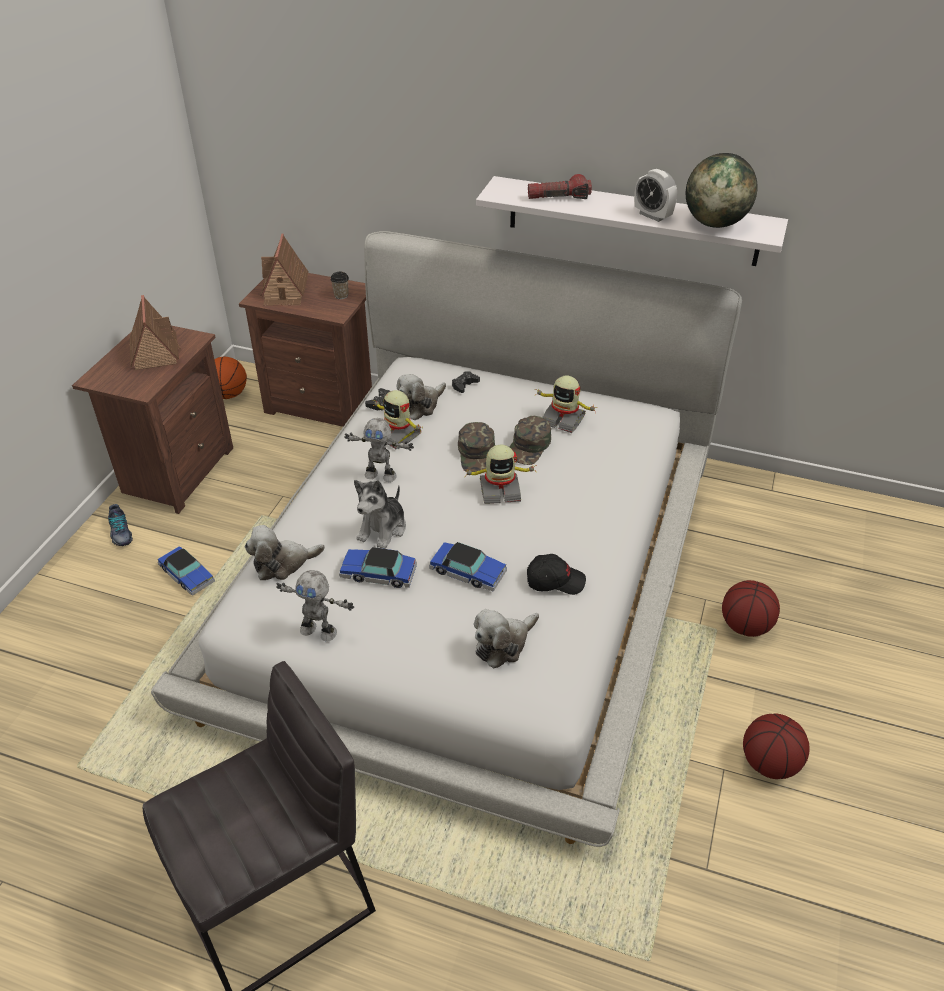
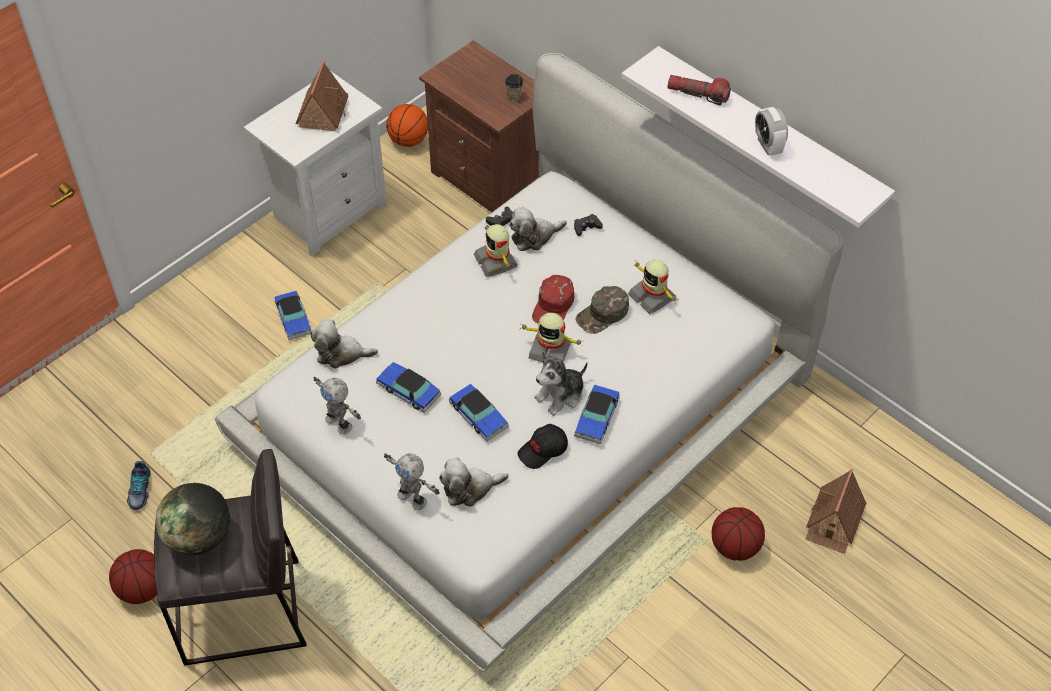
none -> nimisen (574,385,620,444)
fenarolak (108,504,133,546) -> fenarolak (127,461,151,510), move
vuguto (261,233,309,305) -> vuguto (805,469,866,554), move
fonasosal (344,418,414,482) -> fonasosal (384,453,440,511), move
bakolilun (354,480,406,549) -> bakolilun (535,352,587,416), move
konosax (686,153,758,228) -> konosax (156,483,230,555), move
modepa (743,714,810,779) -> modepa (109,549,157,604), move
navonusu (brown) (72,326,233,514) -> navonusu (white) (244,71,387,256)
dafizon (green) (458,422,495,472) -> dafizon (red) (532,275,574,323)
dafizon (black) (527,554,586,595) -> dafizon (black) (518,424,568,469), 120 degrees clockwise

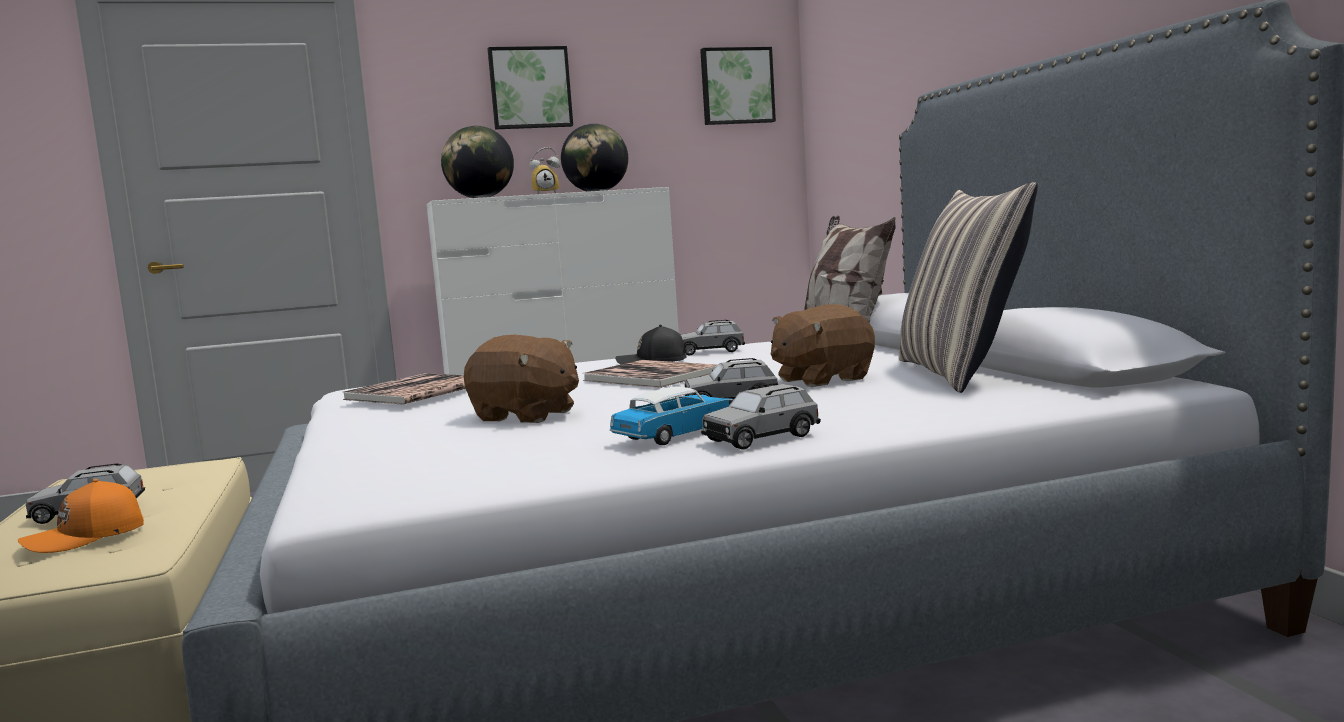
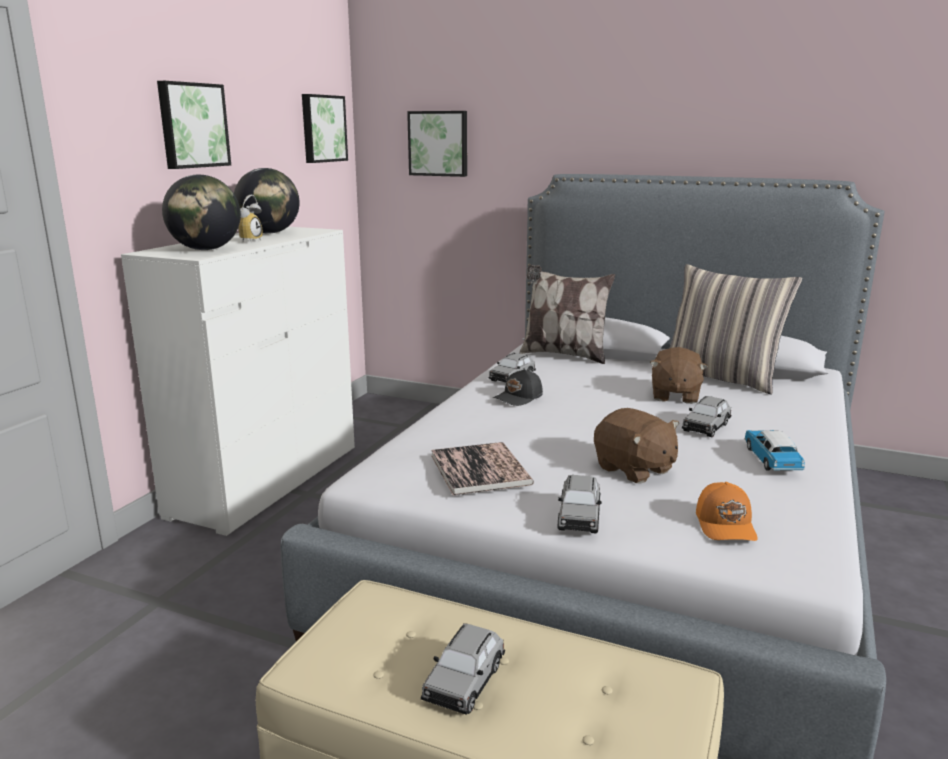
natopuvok (583,360,717,388) -> none
none -> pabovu (407,111,467,177)
dafizon (orange) (18,479,144,553) -> dafizon (orange) (696,482,758,541), move
nimisen (grey) (701,383,821,450) -> nimisen (grey) (557,475,602,534), move
bakolilun (brown) (464,335,579,423) -> bakolilun (brown) (594,408,679,484), 75 degrees clockwise

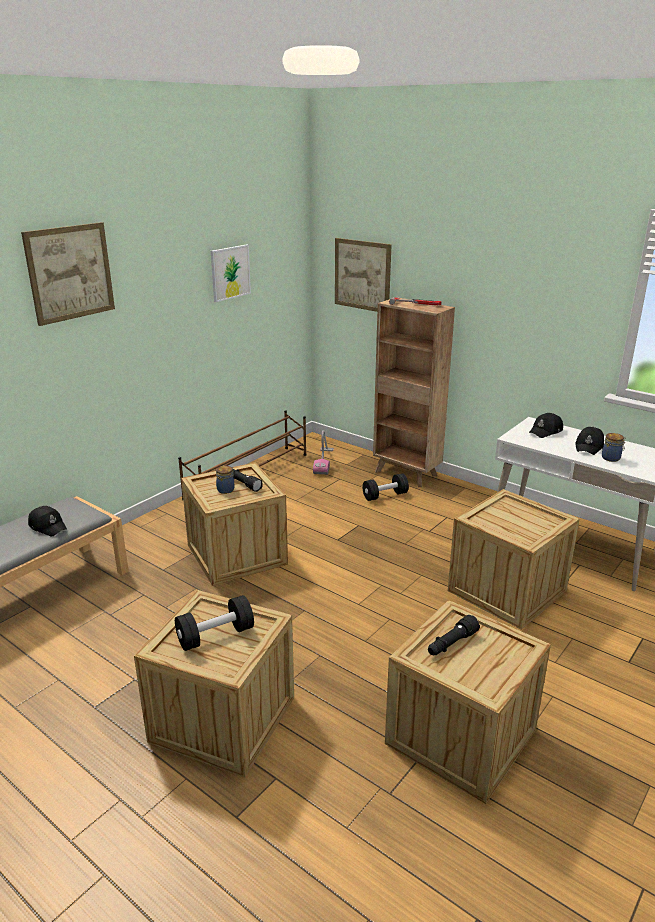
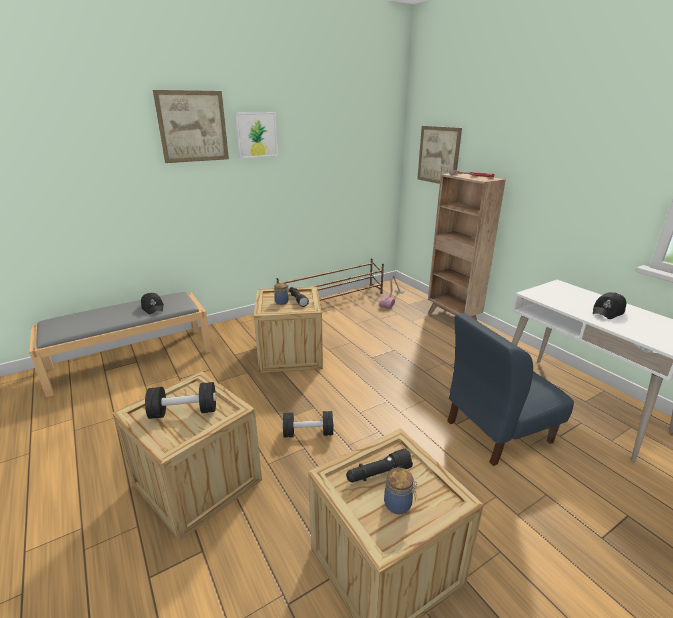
dafizon (black) (529,413,563,438) -> none
pabovu (211,244,251,302) -> pabovu (235,112,278,158), move
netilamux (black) (363,473,409,501) -> netilamux (black) (282,411,334,437), move
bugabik (602,433,626,462) -> bugabik (384,467,417,514), move
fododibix (448,489,579,630) -> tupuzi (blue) (447,313,574,466)

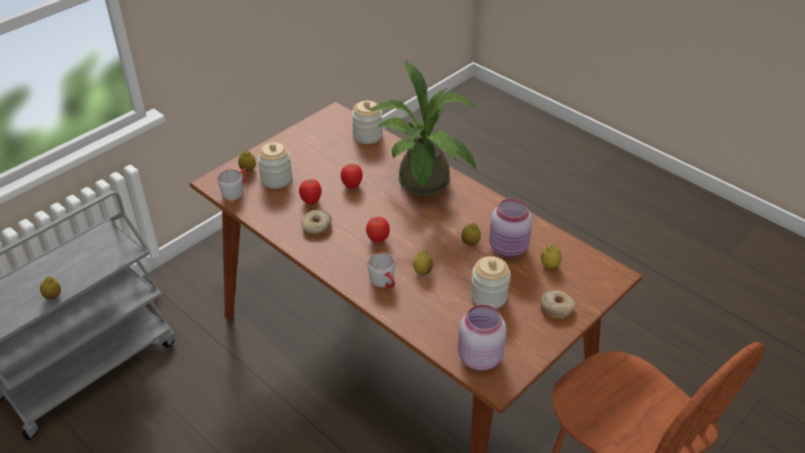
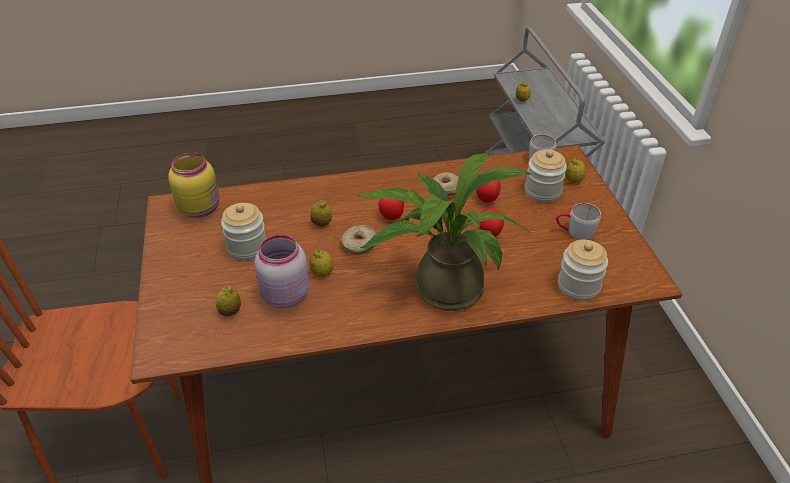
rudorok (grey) (368,253,395,288) -> rudorok (grey) (556,203,601,240), move
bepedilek (540,290,575,318) -> bepedilek (341,225,376,254), move
bugabik (pink) (458,304,507,371) -> bugabik (yellow) (168,152,220,218)

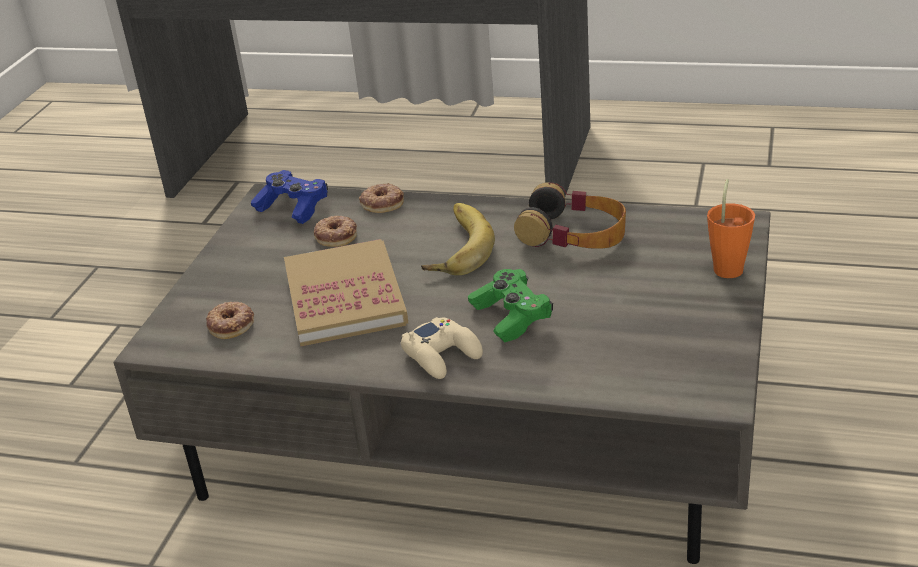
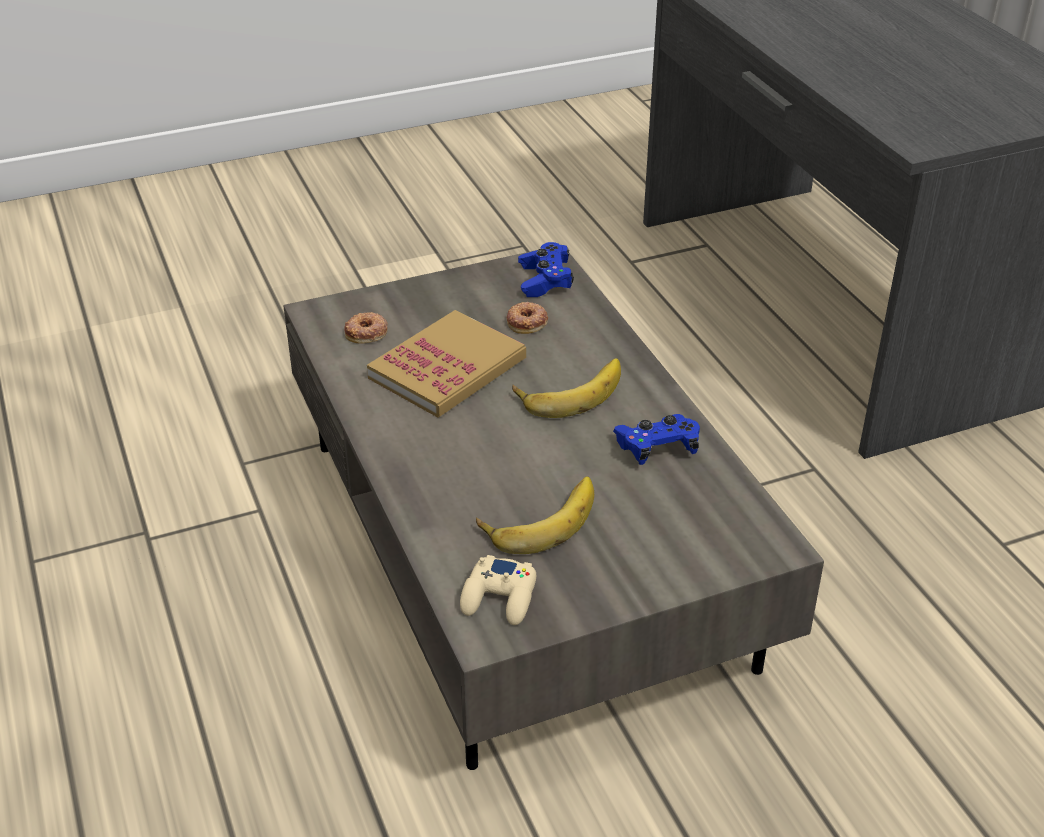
bepedilek (359,183,404,213) -> none
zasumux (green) (468,269,553,343) -> none
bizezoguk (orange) (707,179,755,278) -> none
none -> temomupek (476,476,594,554)
zasumux (beige) (401,317,483,379) -> zasumux (beige) (460,555,536,625), move
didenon (514,182,626,249) -> zasumux (blue) (613,414,700,465)

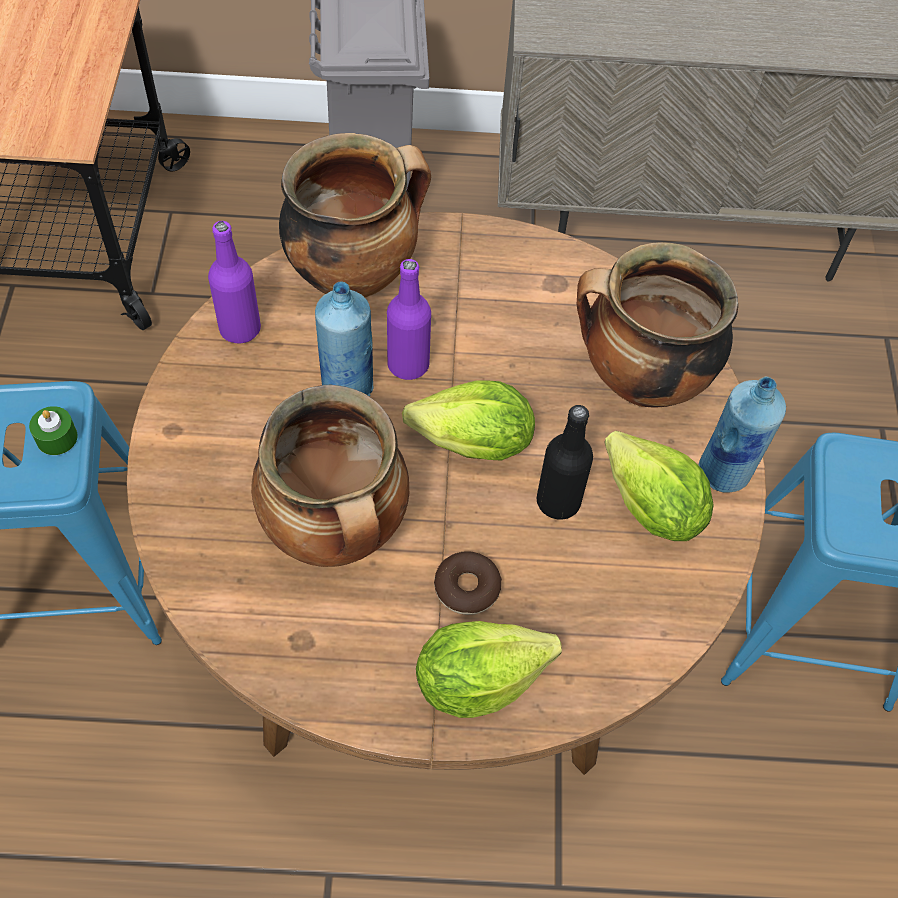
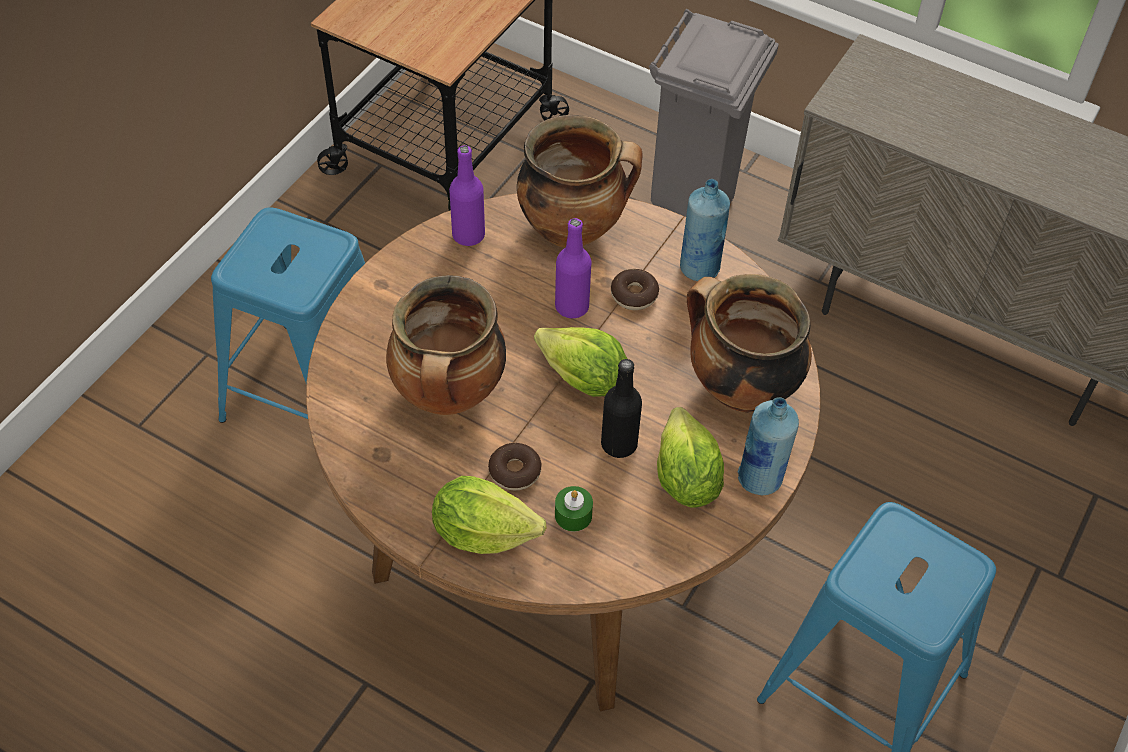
none -> bepedilek (611,269,659,310)
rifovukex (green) (29,406,78,455) -> rifovukex (green) (555,486,593,532), move
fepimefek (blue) (315,281,373,396) -> fepimefek (blue) (680,179,730,281), move

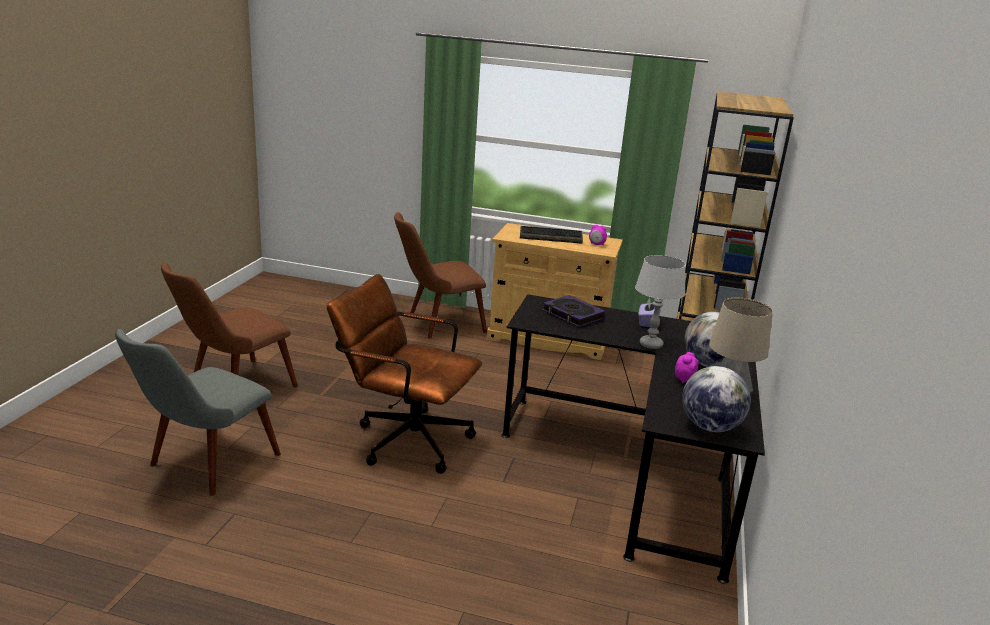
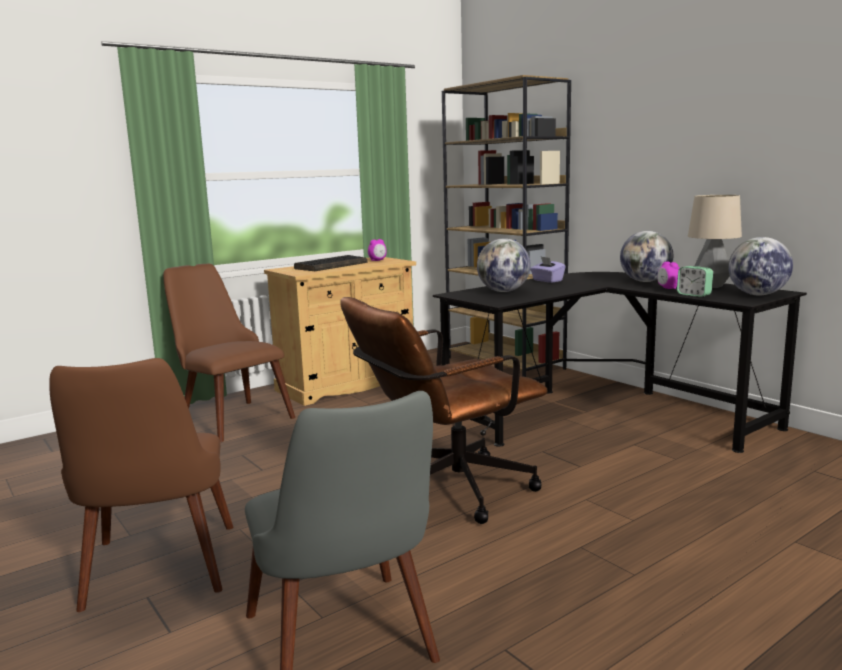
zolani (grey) (635,255,686,349) -> none
none -> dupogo (677,266,713,297)
natopuvok (542,295,605,328) -> konosax (477,238,531,292)
tupuzi (brown) (394,212,487,339) -> tupuzi (brown) (163,264,295,442), 120 degrees clockwise

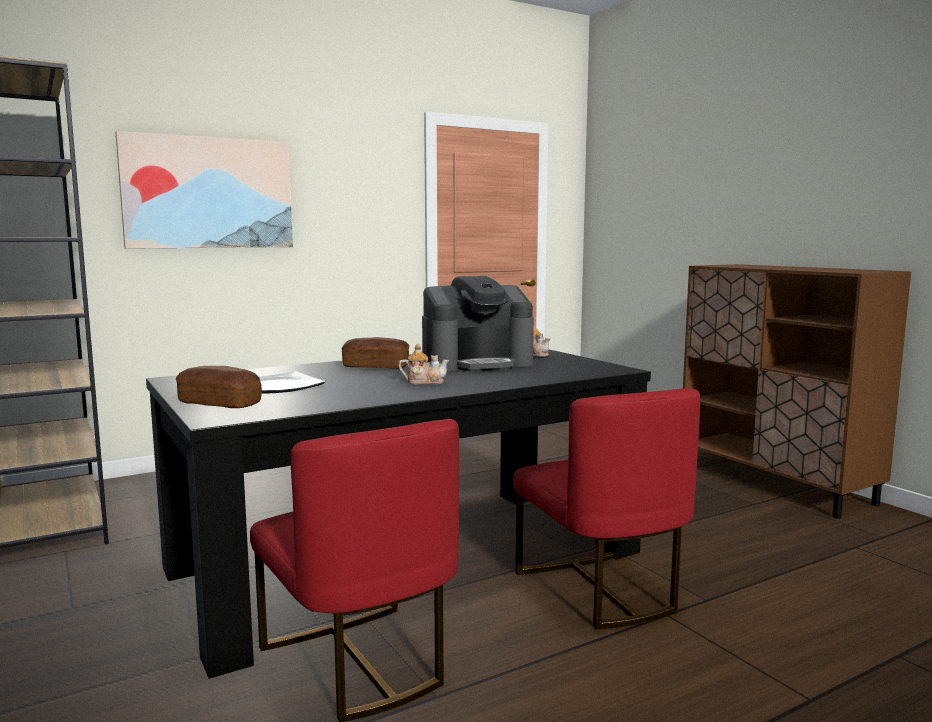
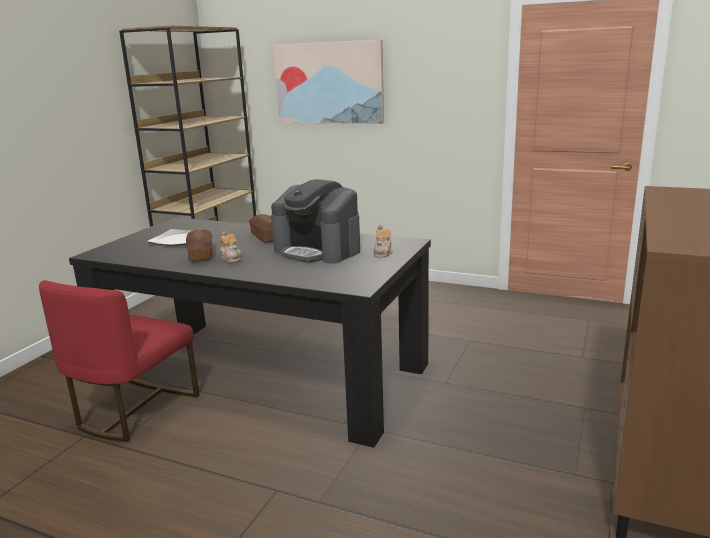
tupuzi (red) (513,388,700,629) -> none
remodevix (176,366,262,408) -> remodevix (186,230,213,262), move

